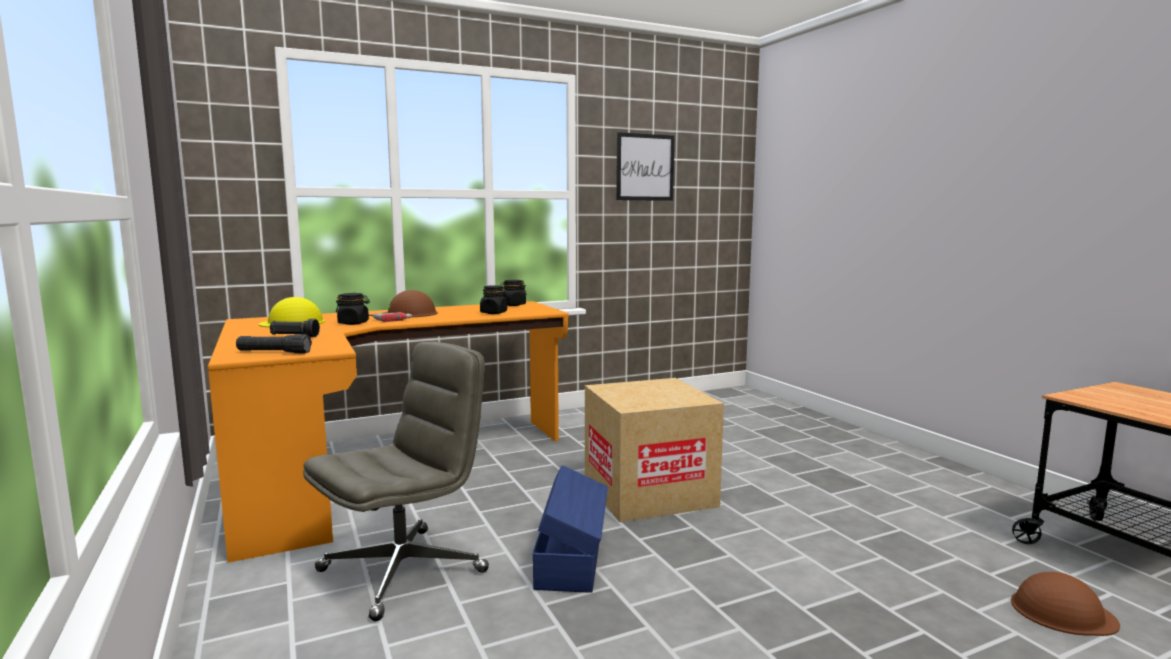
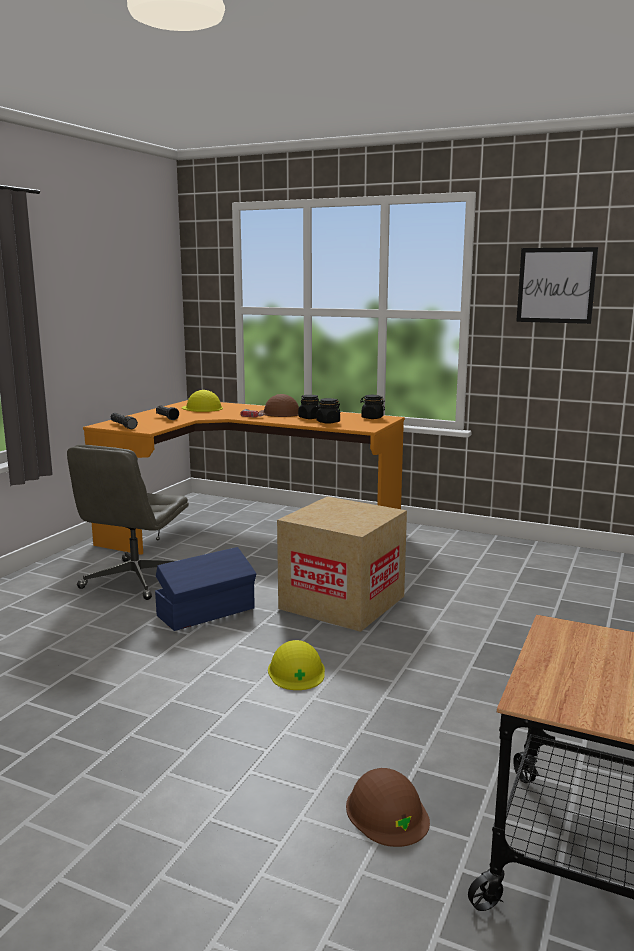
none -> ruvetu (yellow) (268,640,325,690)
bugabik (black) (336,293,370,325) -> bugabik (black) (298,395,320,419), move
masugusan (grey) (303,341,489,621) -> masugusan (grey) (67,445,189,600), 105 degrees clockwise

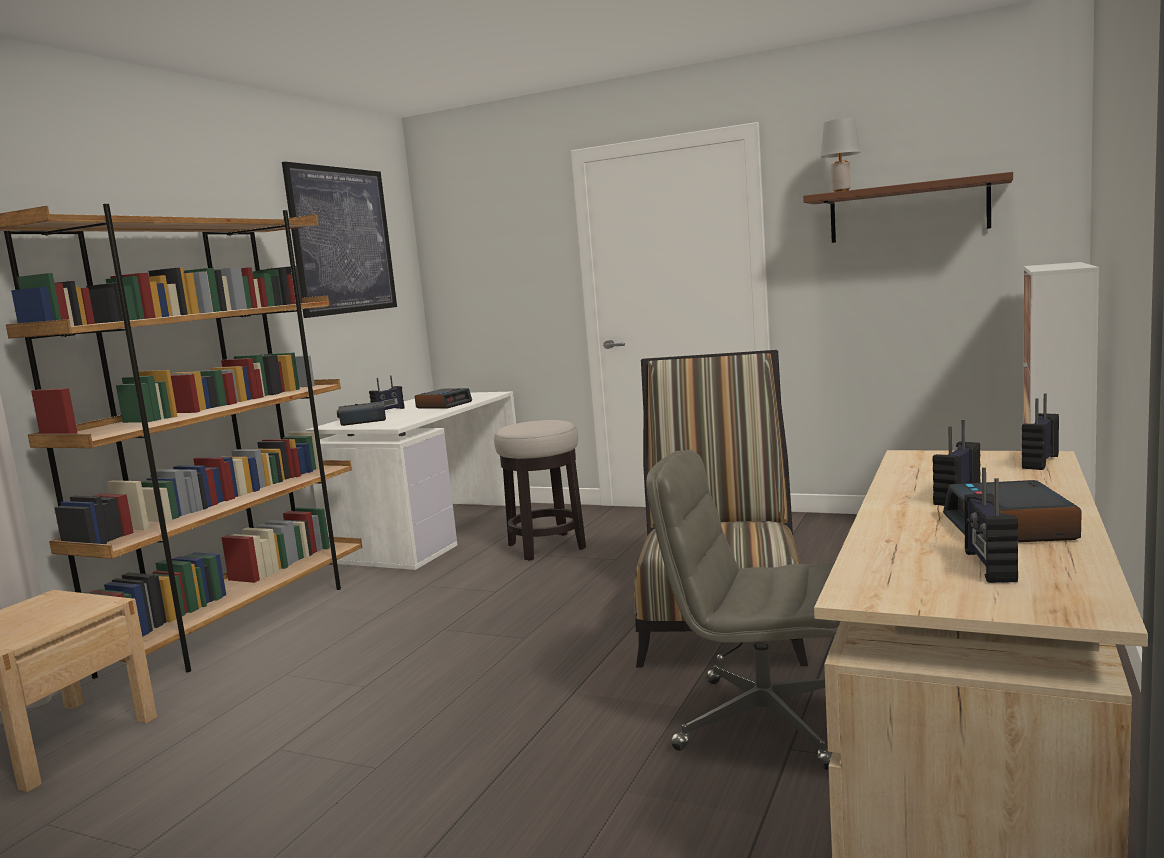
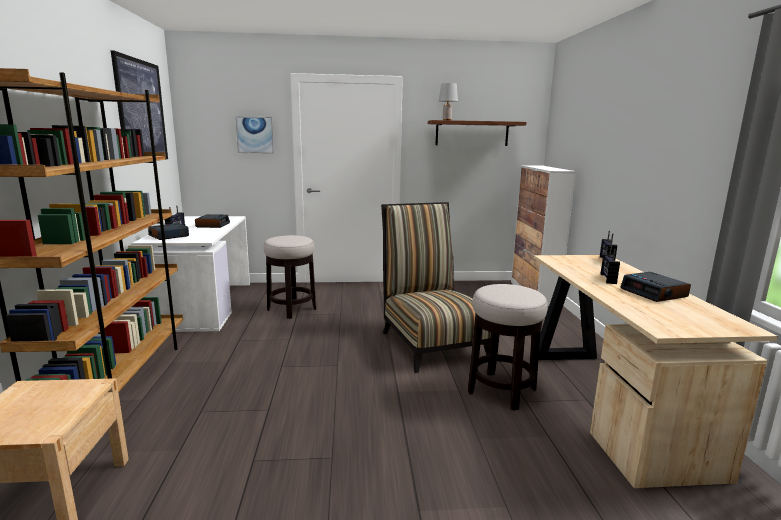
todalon (964,467,1018,583) -> none
none -> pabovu (236,116,274,154)
masugusan (grey) (646,450,840,770) -> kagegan (468,284,548,410)

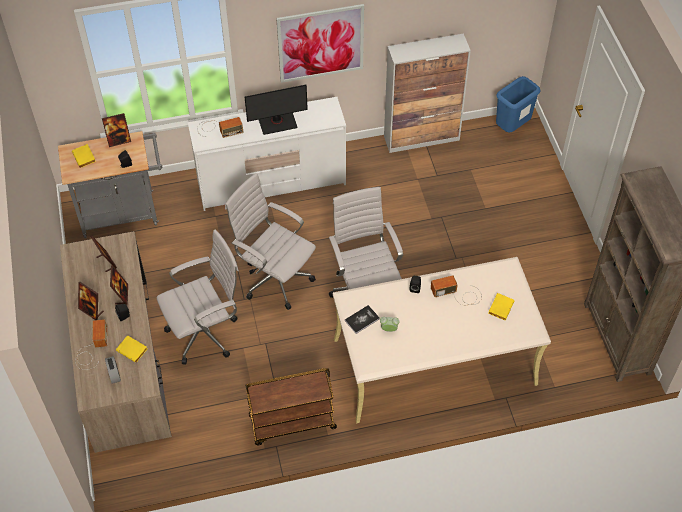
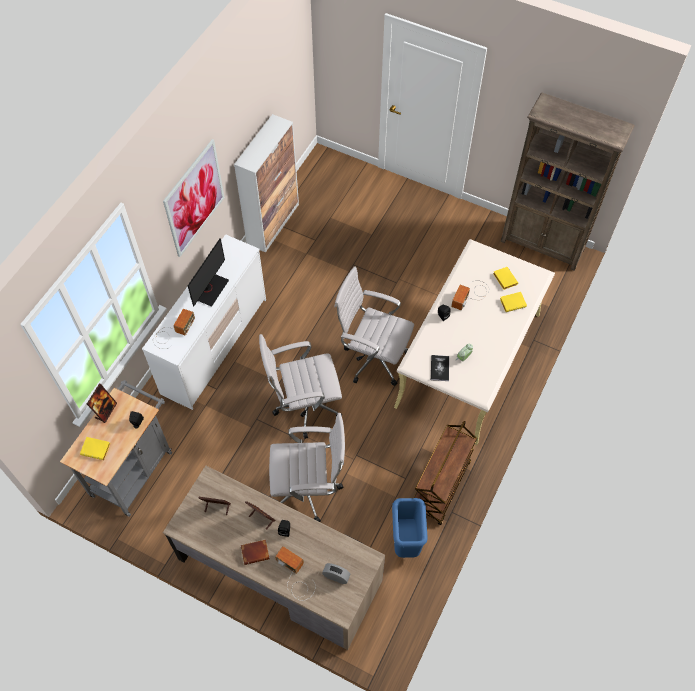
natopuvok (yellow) (116,335,147,363) -> natopuvok (yellow) (500,292,527,312), move
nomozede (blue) (496,76,541,132) -> nomozede (blue) (392,498,428,558), move
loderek (78,282,104,320) -> natopuvok (brown) (240,539,269,565)
masugusan (white) (157,229,239,365) -> masugusan (white) (269,413,345,522), 75 degrees clockwise

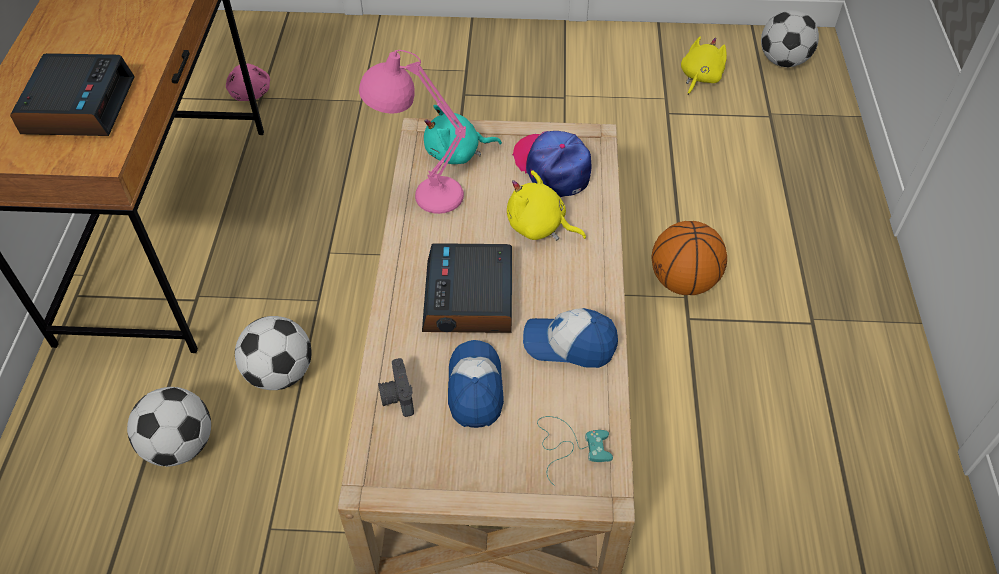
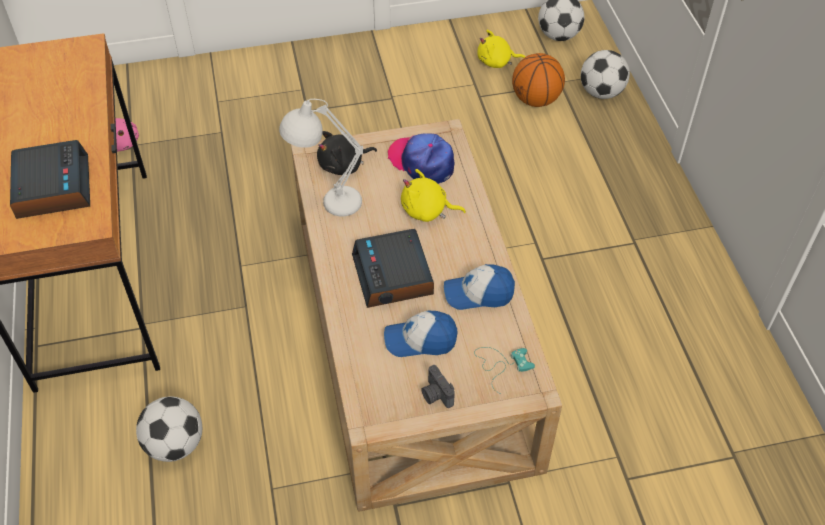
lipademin (235,316,312,390) -> lipademin (581,50,630,99), move
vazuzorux (378,358,414,417) -> vazuzorux (421,365,455,408), move
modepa (651,221,727,295) -> modepa (512,53,565,107), move
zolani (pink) (359,50,466,214) -> zolani (white) (279,99,363,216)
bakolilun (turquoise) (424,105,502,164) -> bakolilun (black) (317,131,377,175)
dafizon (448,340,504,428) -> dafizon (384,311,457,357), 75 degrees counterclockwise
bakolilun (yellow) (681,37,727,95) -> bakolilun (yellow) (478,30,525,68), 105 degrees counterclockwise

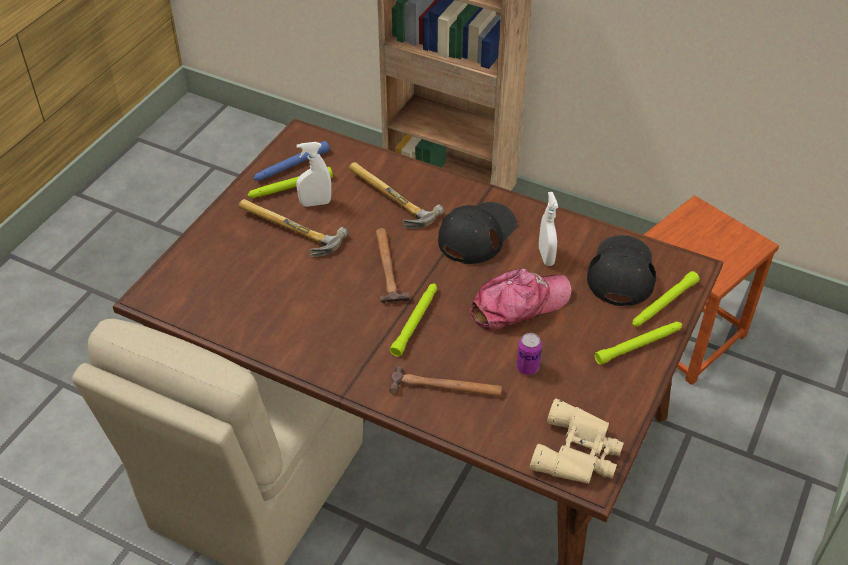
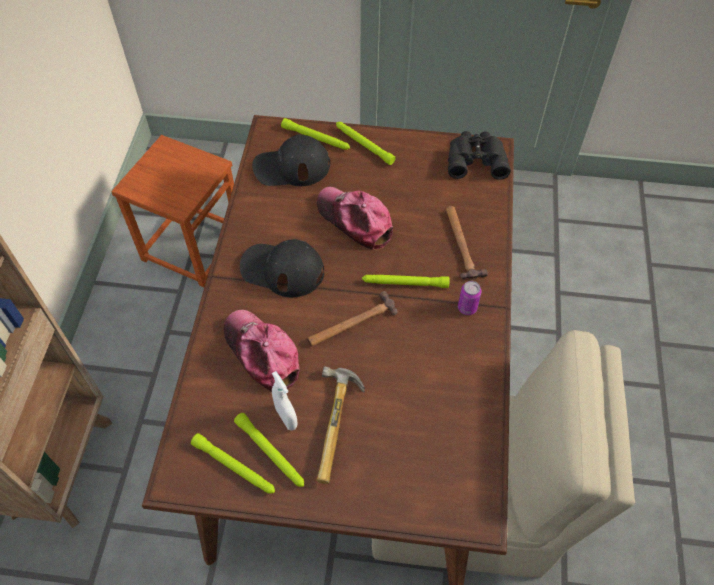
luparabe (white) (539,192,558,266) -> none
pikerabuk (517,333,542,375) -> pikerabuk (458,281,481,315), move
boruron (349,162,444,229) -> dafizon (224,310,300,392)
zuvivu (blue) (254,141,330,181) -> zuvivu (green) (191,433,275,494)
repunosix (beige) (530,399,624,484) -> repunosix (black) (448,131,511,180)

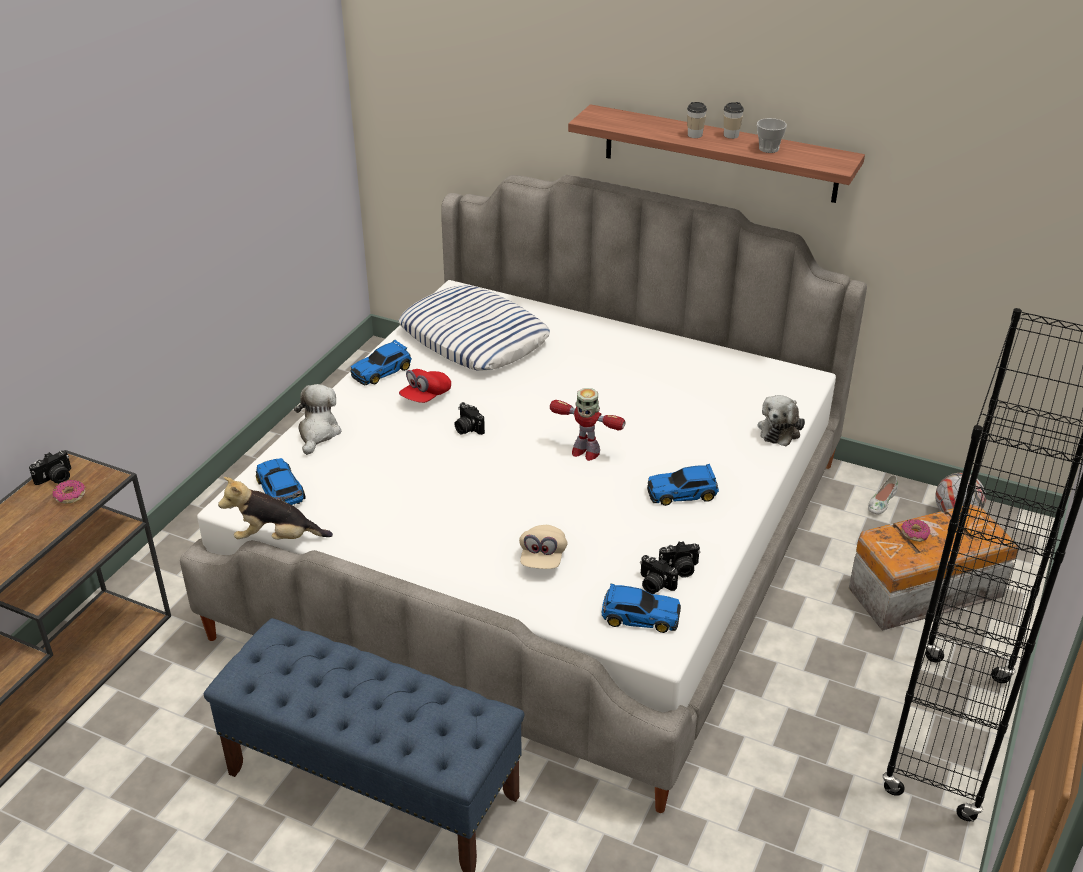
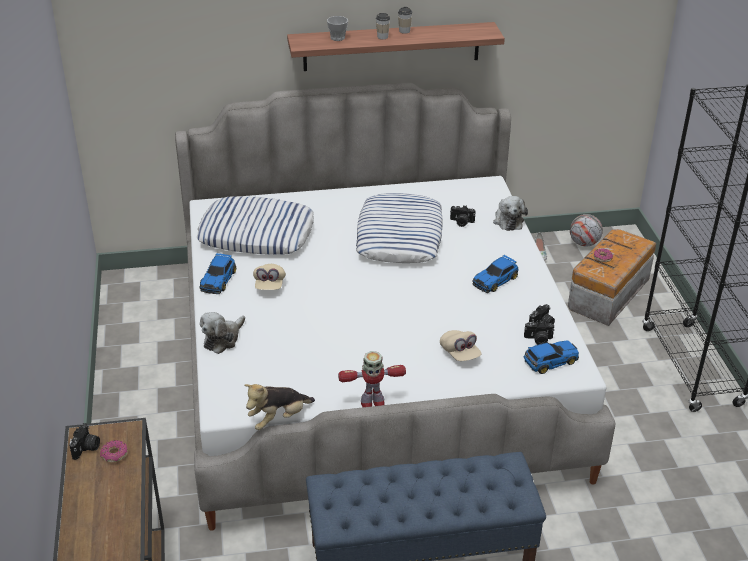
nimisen (256,458,306,505) -> none
none -> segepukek (356,193,442,263)
vazuzorux (455,402,485,435) -> vazuzorux (450,205,476,227), move
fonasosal (550,388,625,461) -> fonasosal (338,351,406,407), move
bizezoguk (757,118,787,153) -> bizezoguk (327,16,348,41), move
dafizon (red) (399,369,451,403) -> dafizon (beige) (253,264,286,290)
bakolilun (294,384,341,455) -> bakolilun (200,312,245,354), 120 degrees counterclockwise

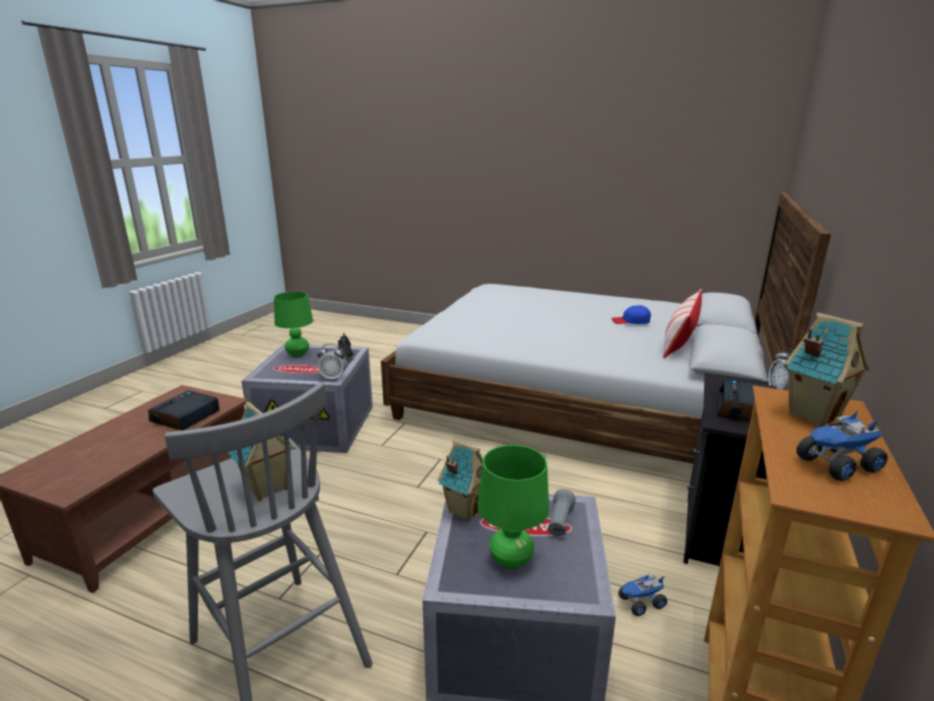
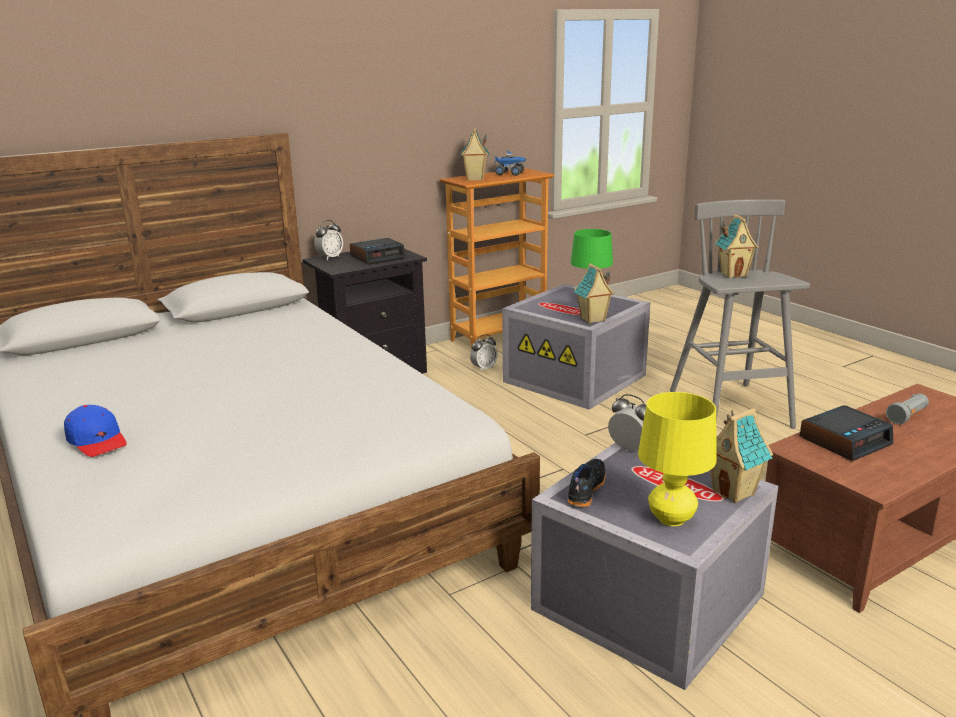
segepukek (663,289,702,358) -> none
none -> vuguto (710,408,773,503)
zuvivu (grey) (548,489,576,536) -> zuvivu (grey) (886,394,929,424), move
dafizon (blue) (612,305,651,324) -> dafizon (blue) (64,405,127,457), move
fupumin (618,574,668,616) -> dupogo (470,334,497,372)
zolani (green) (274,291,313,357) -> zolani (yellow) (638,392,717,526)

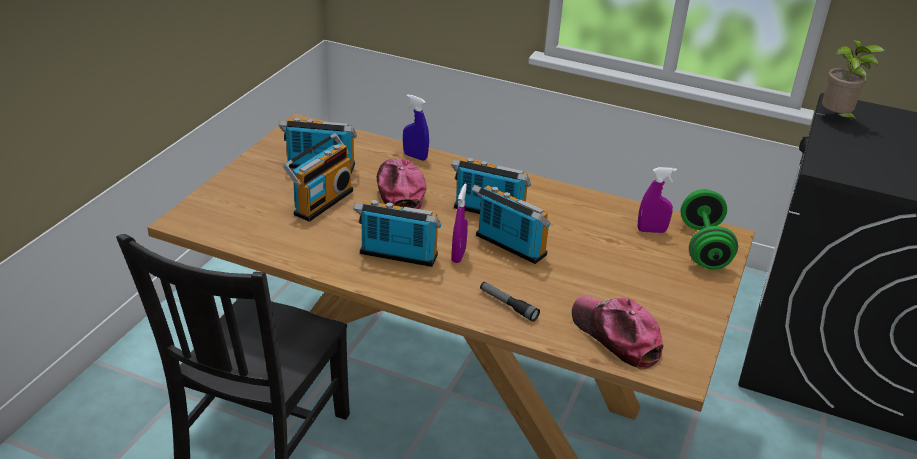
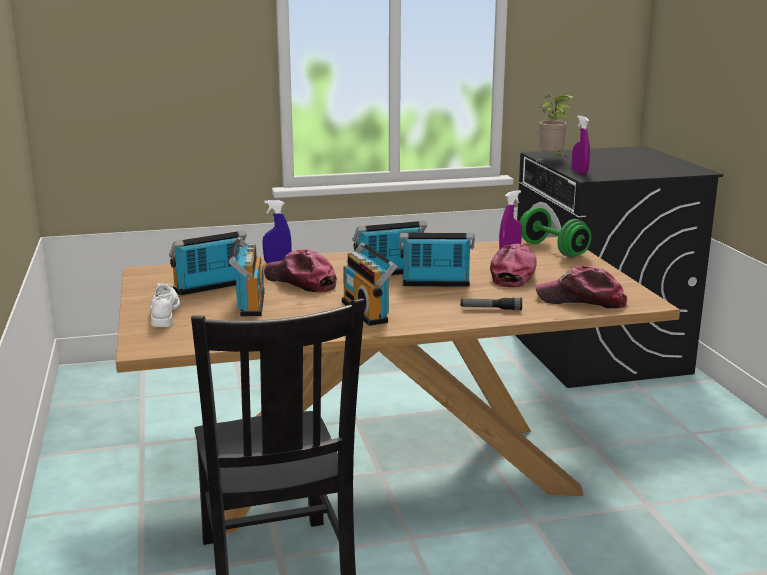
none -> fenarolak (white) (150,283,180,327)
none -> dafizon (490,244,537,287)
luparabe (purple) (451,184,468,263) -> luparabe (purple) (572,116,590,174), move
todalon (353,200,441,267) -> todalon (342,242,397,326), 90 degrees counterclockwise

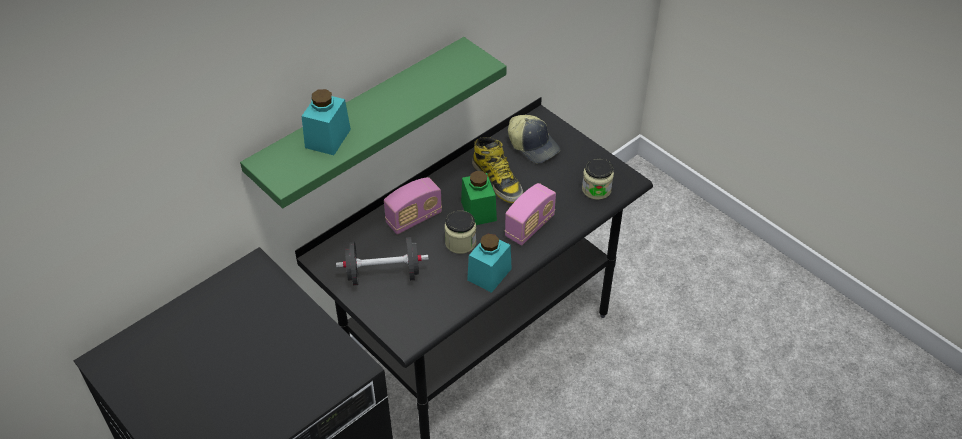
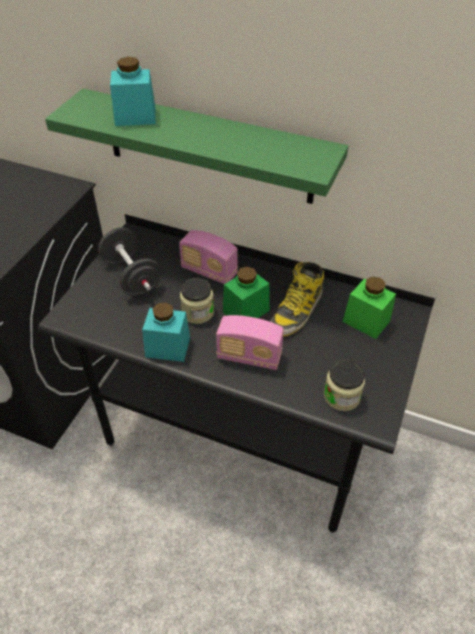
dafizon (508,115,560,164) -> bugabik (green) (343,277,396,339)

